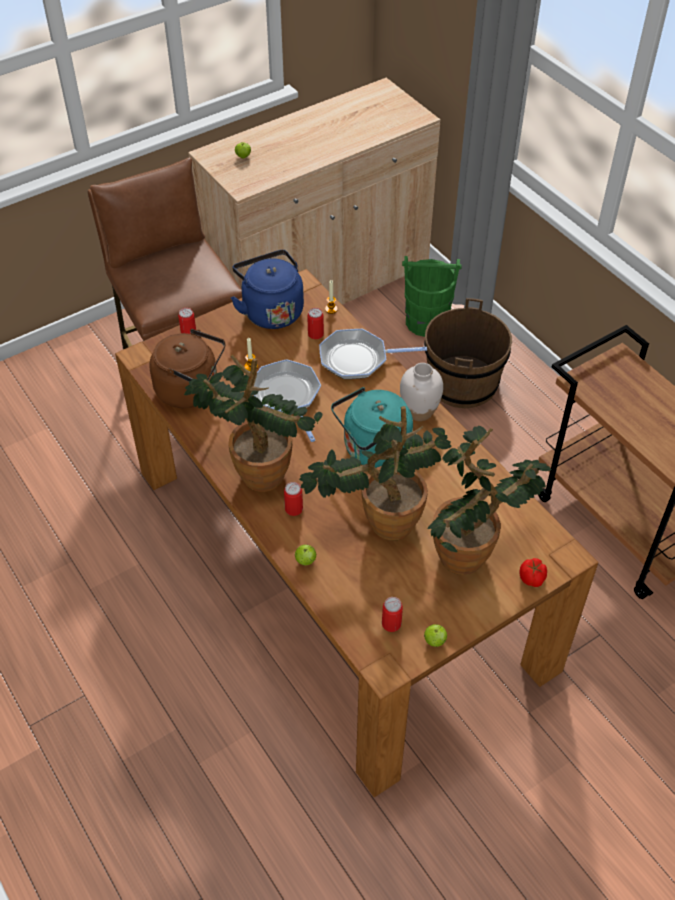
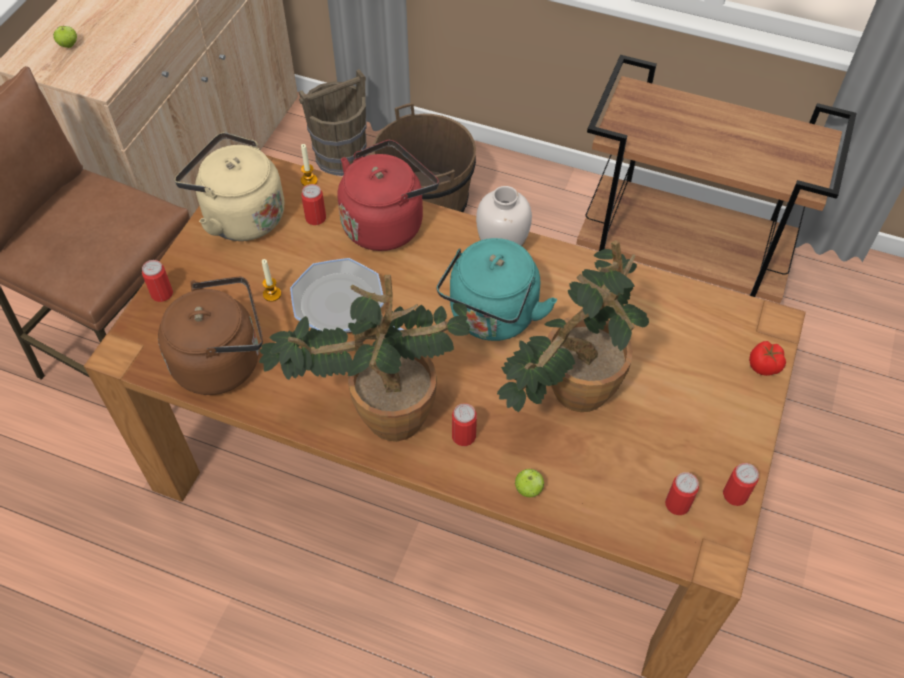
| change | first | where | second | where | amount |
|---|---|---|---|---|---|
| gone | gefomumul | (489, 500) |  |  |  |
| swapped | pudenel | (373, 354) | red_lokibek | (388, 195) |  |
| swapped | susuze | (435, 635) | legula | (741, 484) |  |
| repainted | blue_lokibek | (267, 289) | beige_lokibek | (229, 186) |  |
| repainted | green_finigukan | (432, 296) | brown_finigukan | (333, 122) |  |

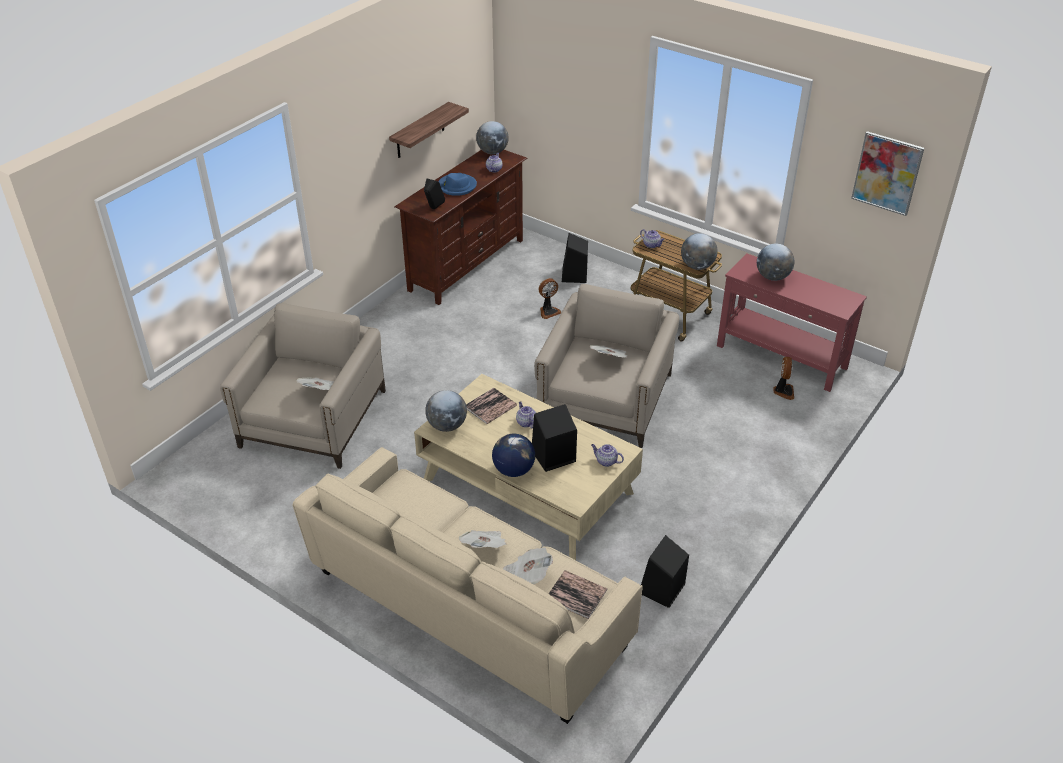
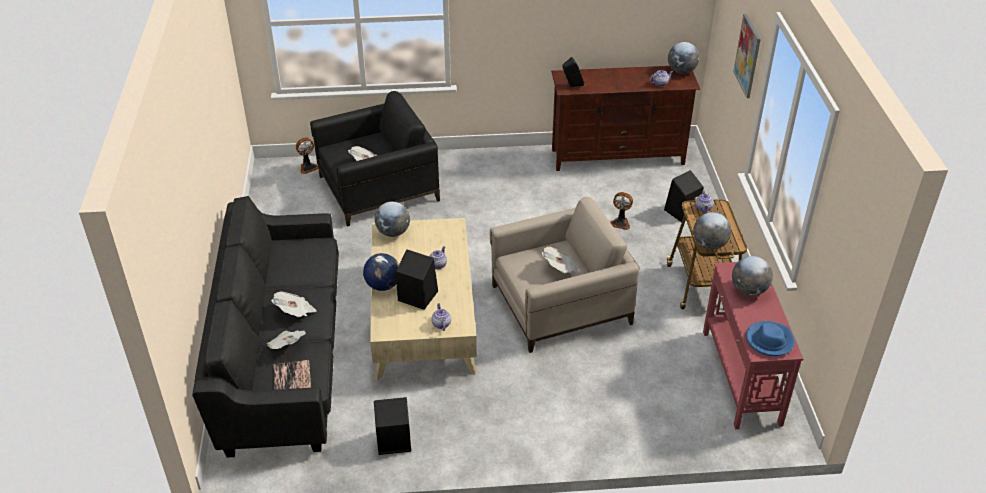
| change | first | where | second | where | amount |
|---|---|---|---|---|---|
| gone | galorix | (429, 130) |  |  |  |
| gone | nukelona | (491, 406) |  |  |  |
| shifted | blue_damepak | (457, 184) |  | (770, 338) |  |
| shifted | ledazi | (783, 378) |  | (307, 155) |  |
| shifted | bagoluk | (887, 173) |  | (747, 56) |  |
| repainted | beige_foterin | (303, 386) | black_foterin | (375, 159) |  |
| repainted | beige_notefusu | (467, 585) | black_notefusu | (265, 327) |  |

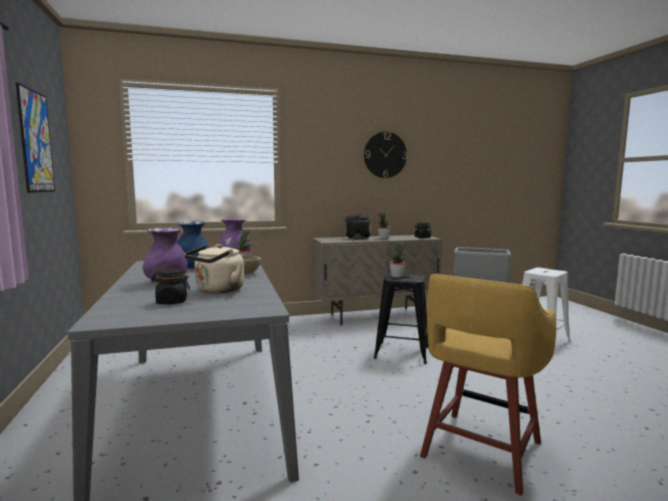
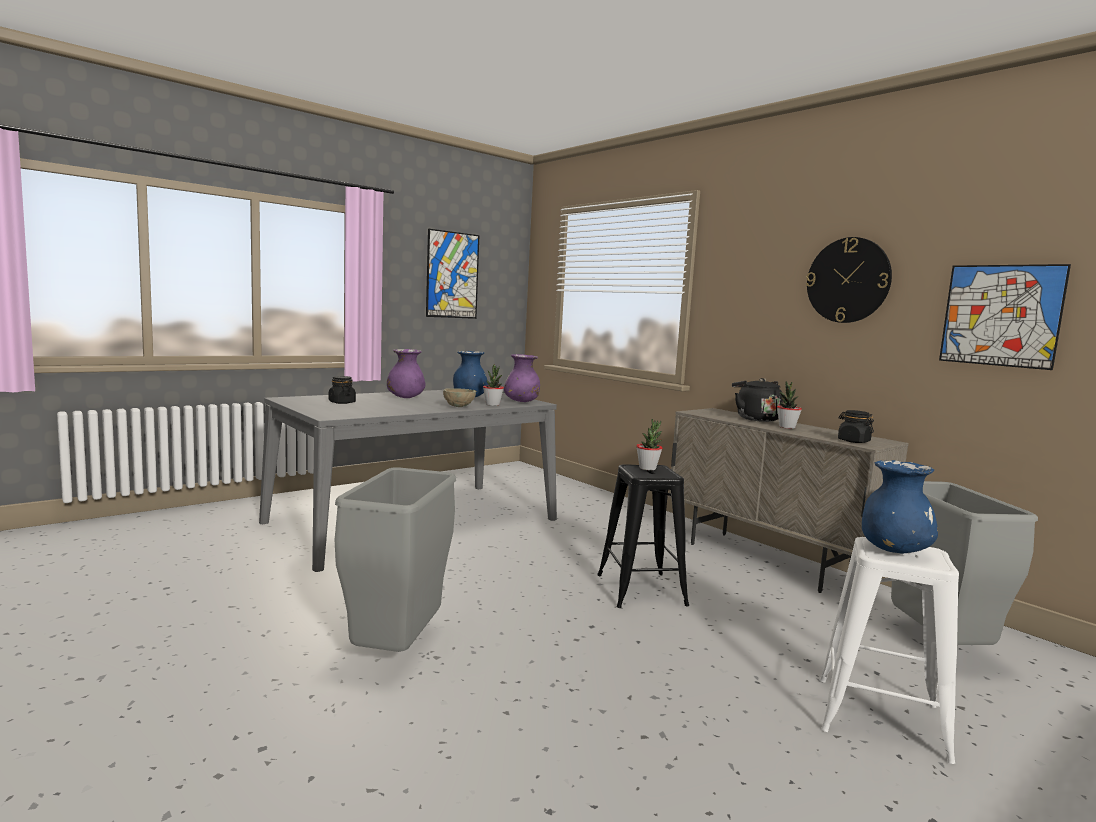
| change | first | where | second | where | amount |
|---|---|---|---|---|---|
| gone | beige_lokibek | (214, 269) |  |  |  |
| new |  |  | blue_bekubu | (900, 506) |  |
| new |  |  | bagoluk | (1005, 317) |  |
| swapped | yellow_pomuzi | (488, 384) | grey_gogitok | (395, 559) |  |

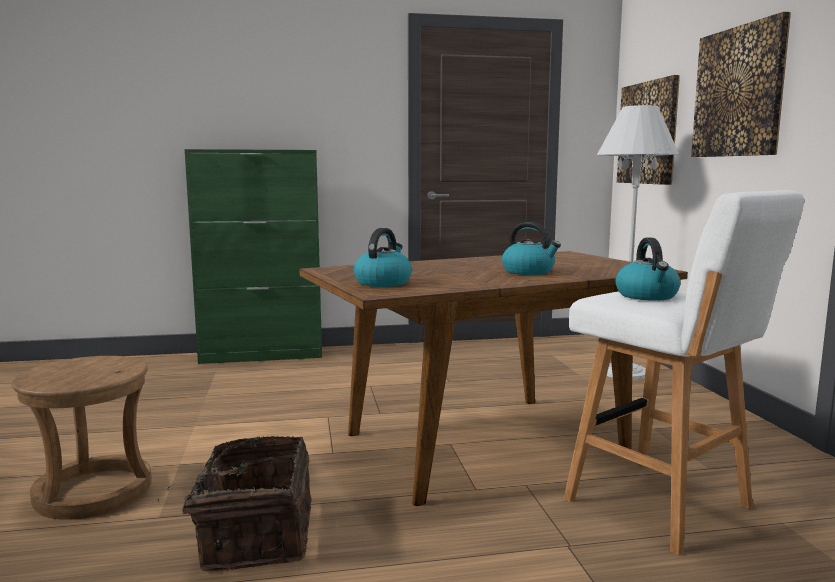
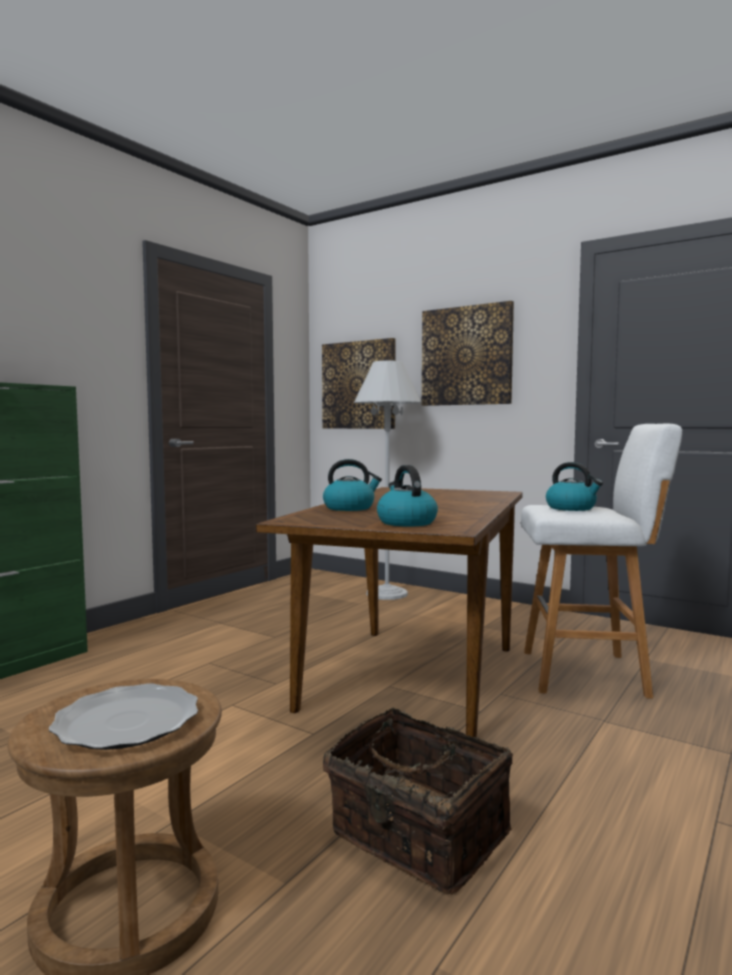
| change | first | where | second | where | amount |
|---|---|---|---|---|---|
| new |  |  | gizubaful | (123, 717) |  |
| shifted | lokibek | (531, 248) |  | (352, 485) |  |

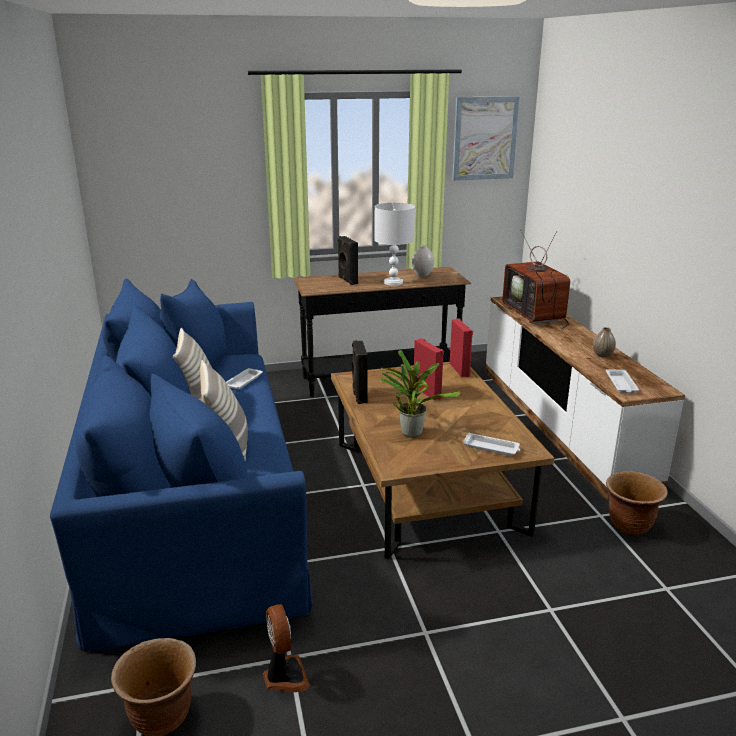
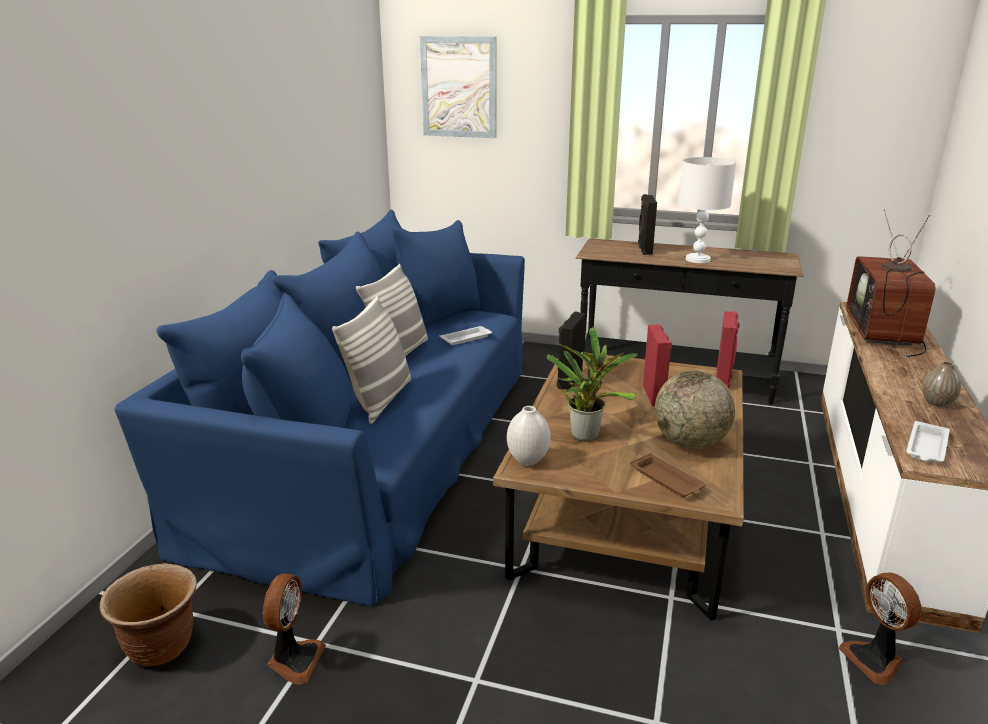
| change | first | where | second | where | amount |
|---|---|---|---|---|---|
| new |  |  | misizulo | (695, 409) |  |
| shifted | white_bekubu | (423, 261) |  | (528, 436) |  |
| shifted | bagoluk | (486, 138) |  | (458, 87) |  |
| swapped | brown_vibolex | (637, 503) | ledazi | (880, 628) |  |
| repainted | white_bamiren | (491, 444) | brown_bamiren | (667, 475) |  |

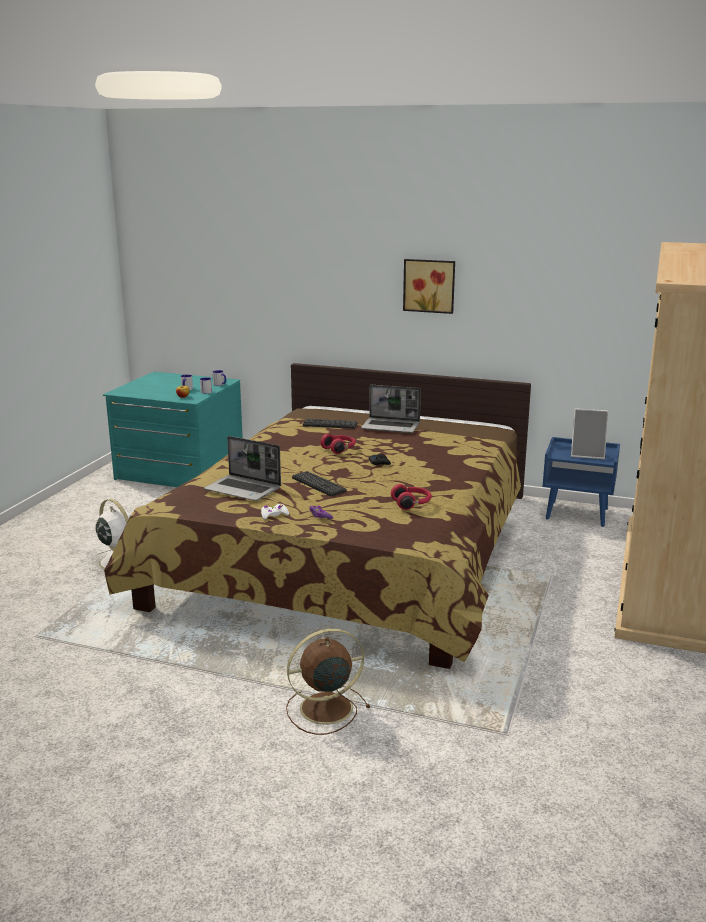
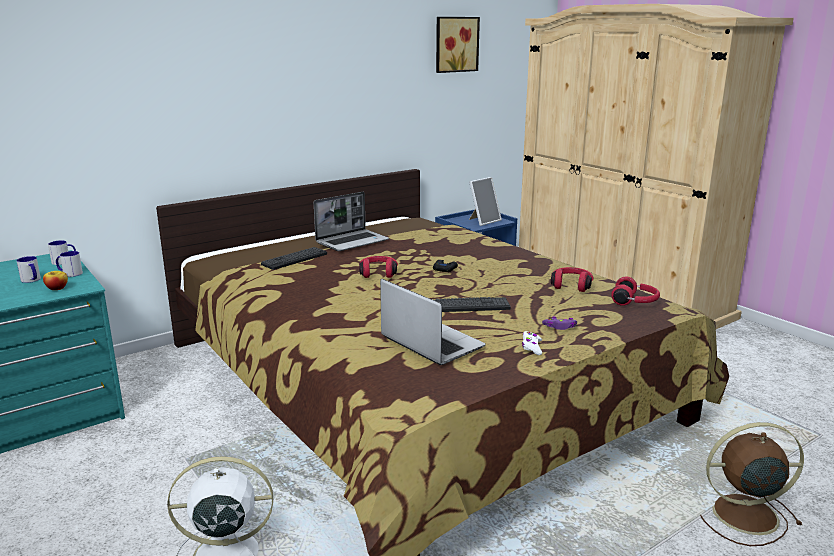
| change | first | where | second | where | amount |
|---|---|---|---|---|---|
| new |  |  | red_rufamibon | (635, 291) |  |
| shifted | bagoluk | (429, 286) |  | (458, 45) |  |
| rotated | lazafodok | (242, 468) |  | (433, 322) | 105 degrees counterclockwise |
| rotated | brown_ledazi | (328, 681) |  | (752, 484) | 75 degrees clockwise |

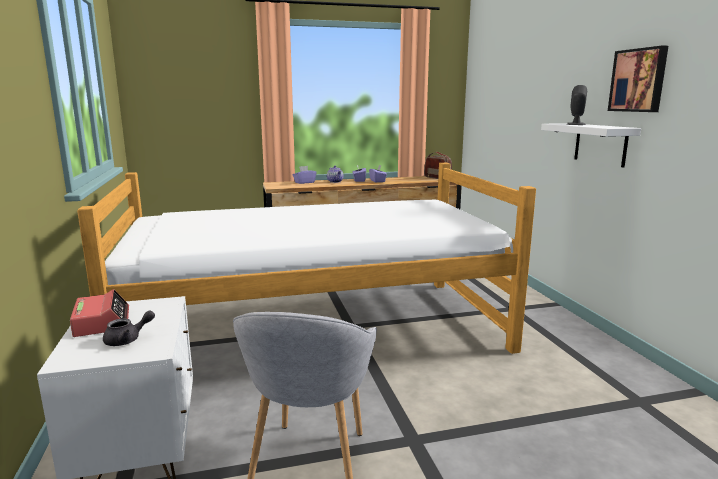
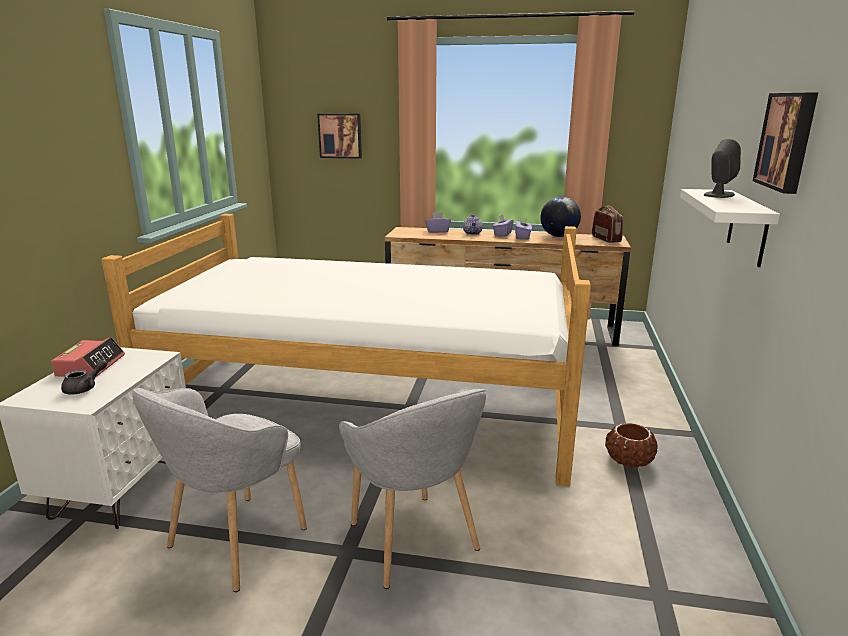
| change | first | where | second | where | amount |
|---|---|---|---|---|---|
| new |  |  | bagoluk | (339, 136) |  |
| new |  |  | grey_foterin | (412, 489) |  |
| new |  |  | misizulo | (560, 217) |  |
| new |  |  | brown_vibolex | (631, 445) |  |
| rotated | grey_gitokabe | (129, 328) |  | (84, 377) | 45 degrees counterclockwise |

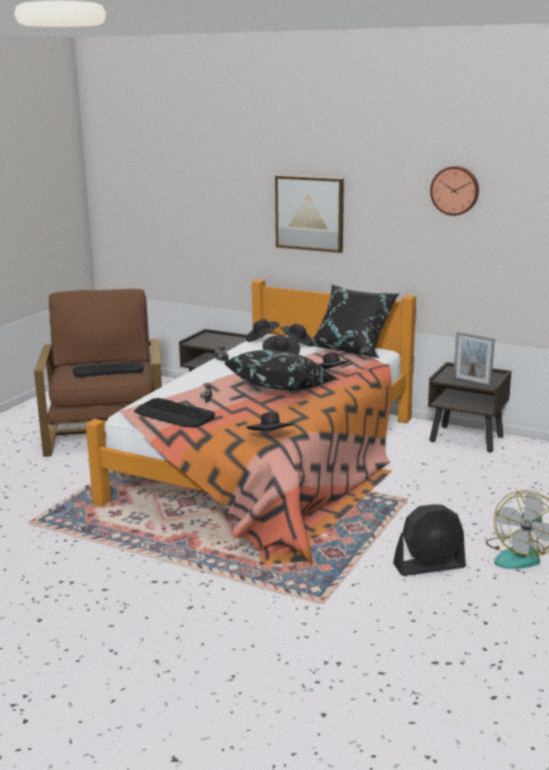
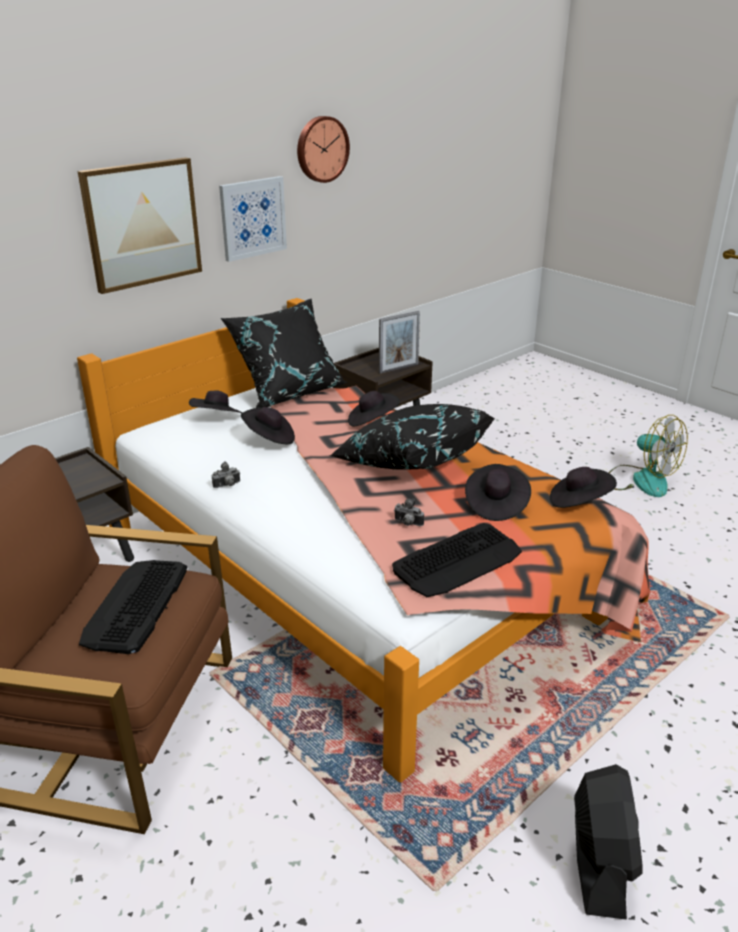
| change | first | where | second | where | amount |
|---|---|---|---|---|---|
| new |  |  | bagoluk | (253, 219) |  |
| shifted | black_damepak | (263, 330) |  | (498, 492) |  |
| shifted | black_ledazi | (429, 540) |  | (608, 842) |  |

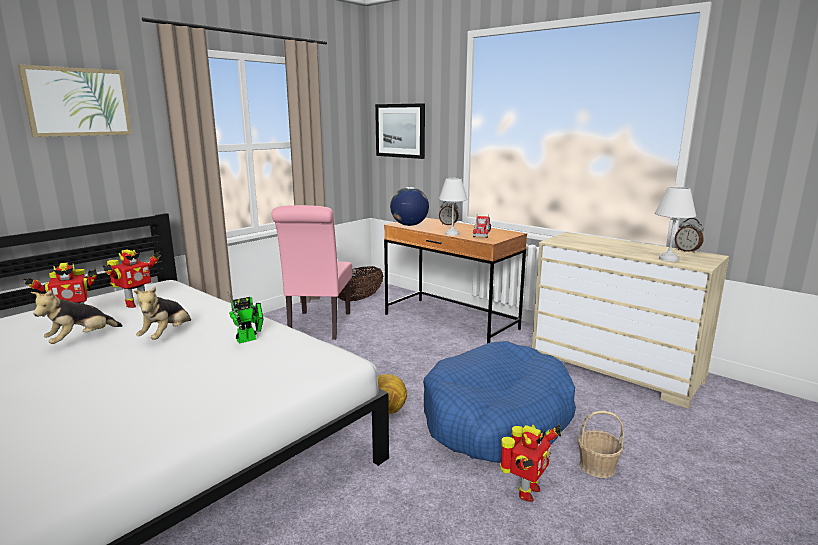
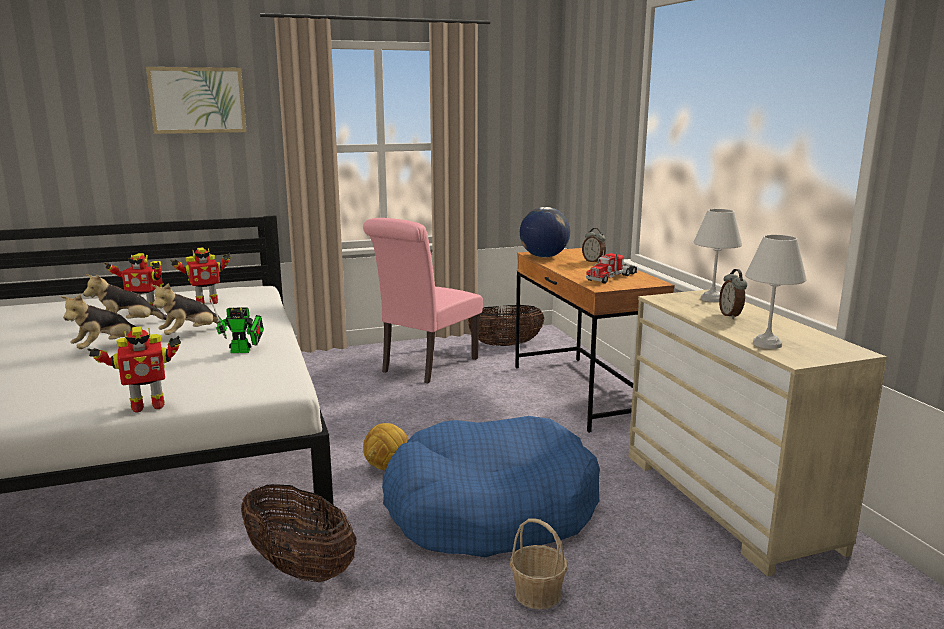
| change | first | where | second | where | amount |
|---|---|---|---|---|---|
| gone | bagoluk | (400, 131) |  |  |  |
| new |  |  | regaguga | (98, 321) |  |
| new |  |  | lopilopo | (299, 533) |  |
| shifted | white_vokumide | (453, 207) |  | (718, 255) |  |
| shifted | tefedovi | (530, 463) |  | (134, 369) |  |
| shifted | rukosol | (689, 235) |  | (733, 294) |  |

